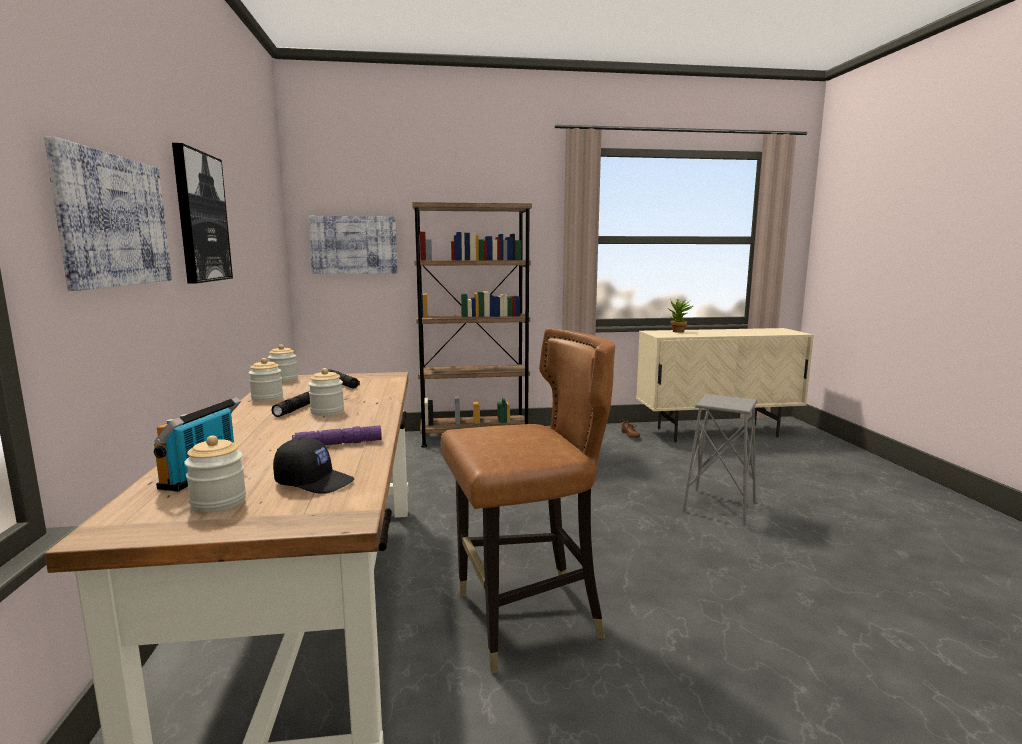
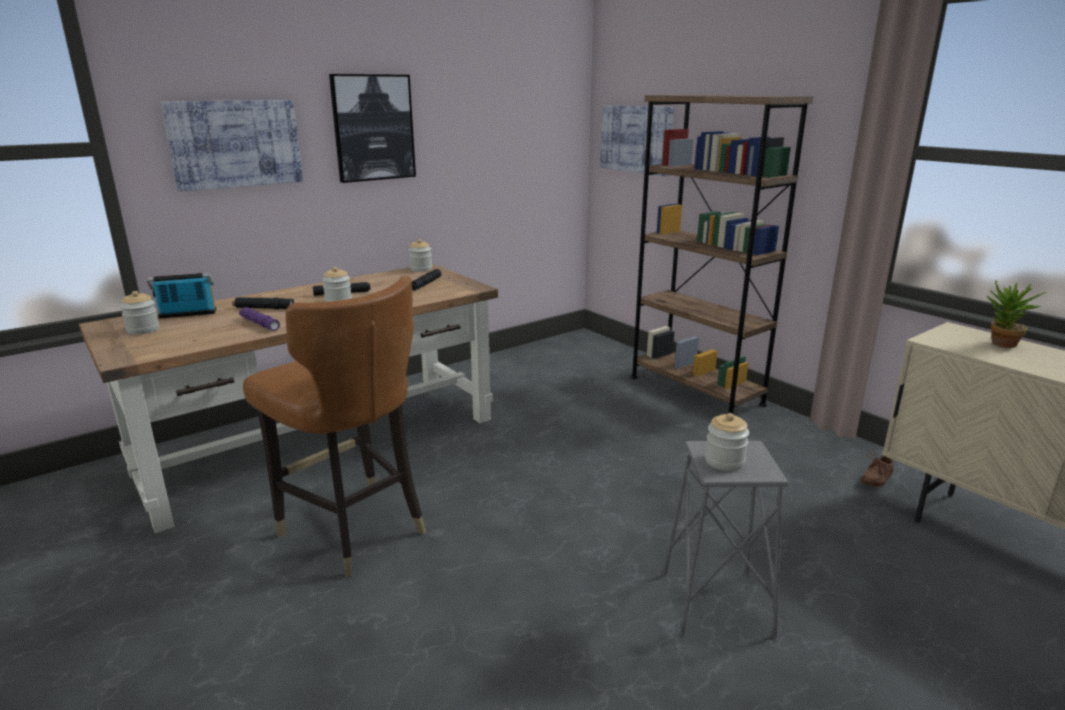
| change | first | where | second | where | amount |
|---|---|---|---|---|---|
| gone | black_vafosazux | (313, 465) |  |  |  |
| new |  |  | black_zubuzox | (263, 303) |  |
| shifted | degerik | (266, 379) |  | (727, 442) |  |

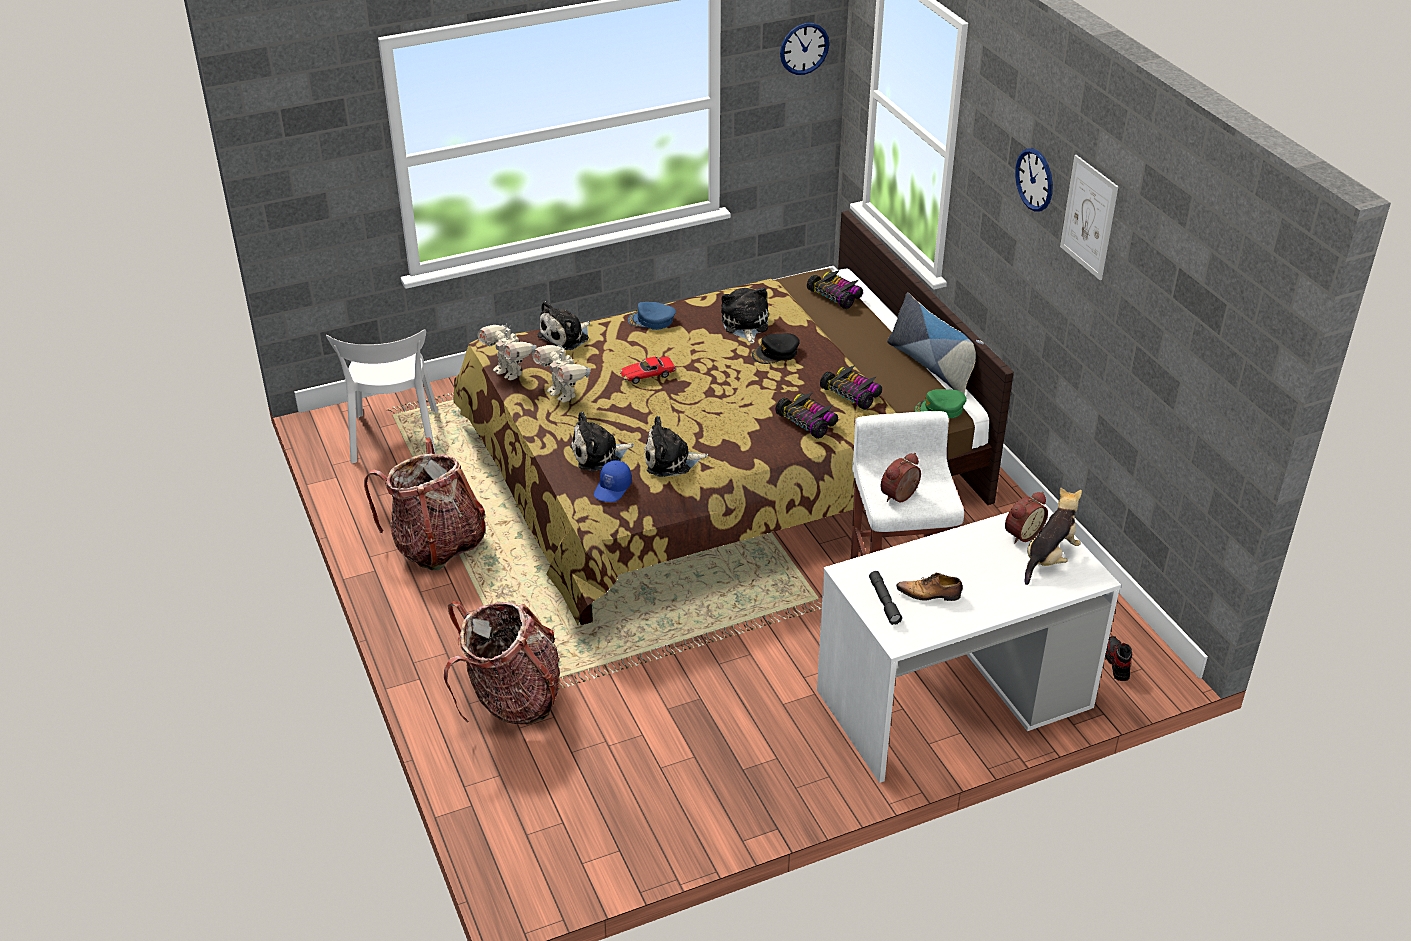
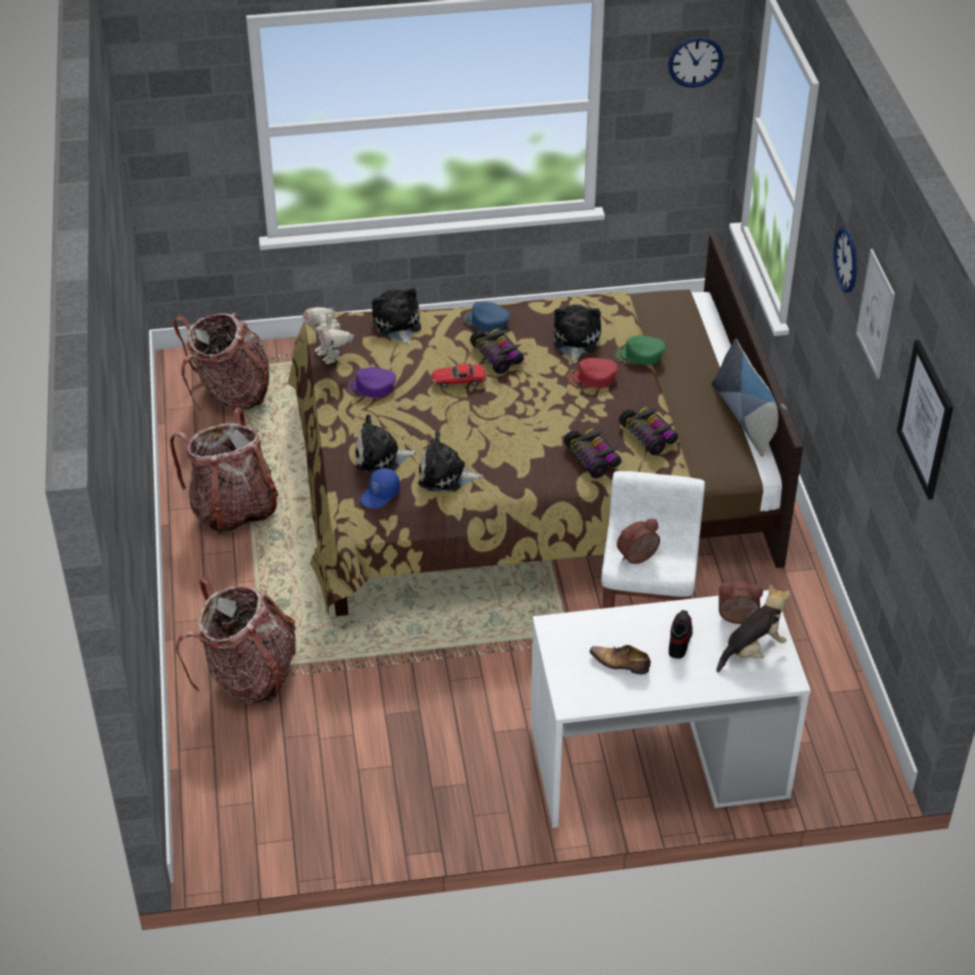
| change | first | where | second | where | amount |
|---|---|---|---|---|---|
| gone | grey_zubuzox | (885, 598) |  |  |  |
| new |  |  | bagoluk | (925, 420) |  |
| shifted | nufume | (835, 289) |  | (497, 351) |  |
| shifted | green_vafosazux | (941, 403) |  | (640, 350) |  |
| shifted | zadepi | (1118, 658) |  | (681, 634) |  |
| swapped | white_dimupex | (382, 396) | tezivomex | (221, 362) |  |
| swapped | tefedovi | (561, 373) | purple_vafosazux | (371, 382) |  |
| repainted | black_vafosazux | (776, 348) | red_vafosazux | (593, 373) |  |
| rotated | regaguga | (563, 325) |  | (396, 316) | 105 degrees clockwise |
| rotated | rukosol | (1026, 518) |  | (741, 603) | 150 degrees counterclockwise |

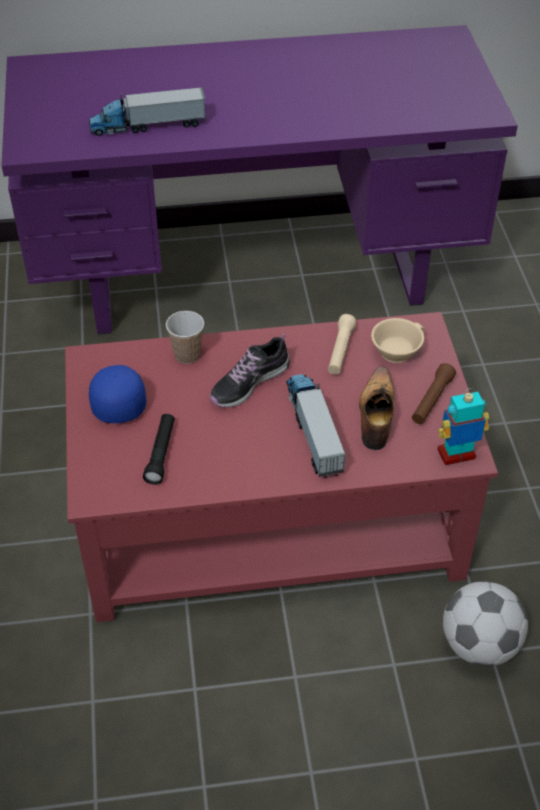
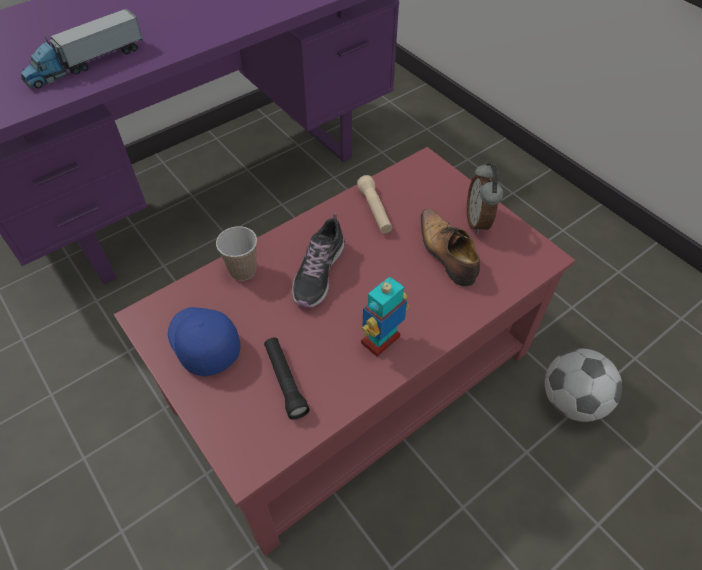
| change | first | where | second | where | amount |
|---|---|---|---|---|---|
| gone | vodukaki | (316, 426) |  |  |  |
| gone | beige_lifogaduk | (398, 340) |  |  |  |
| shifted | tefedovi | (463, 426) |  | (385, 316) |  |
| swapped | brown_zubuzox | (434, 393) | rukosol | (485, 198) |  |

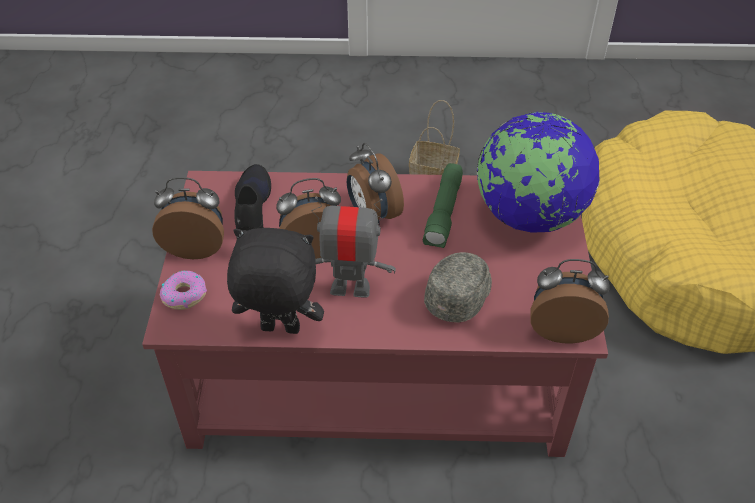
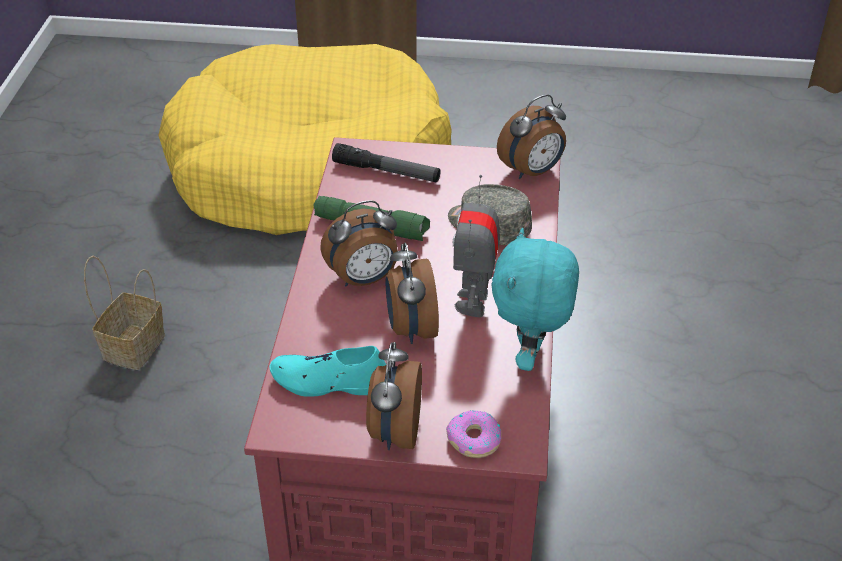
| change | first | where | second | where | amount |
|---|---|---|---|---|---|
| swapped | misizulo | (538, 172) | zubuzox | (386, 162) |  |
| repainted | black_regaguga | (275, 281) | turquoise_regaguga | (535, 299) |  |
| repainted | black_zadepi | (252, 197) | turquoise_zadepi | (327, 371) |  |
| rotated | rukosol | (570, 301) |  | (531, 136) | 135 degrees counterclockwise |

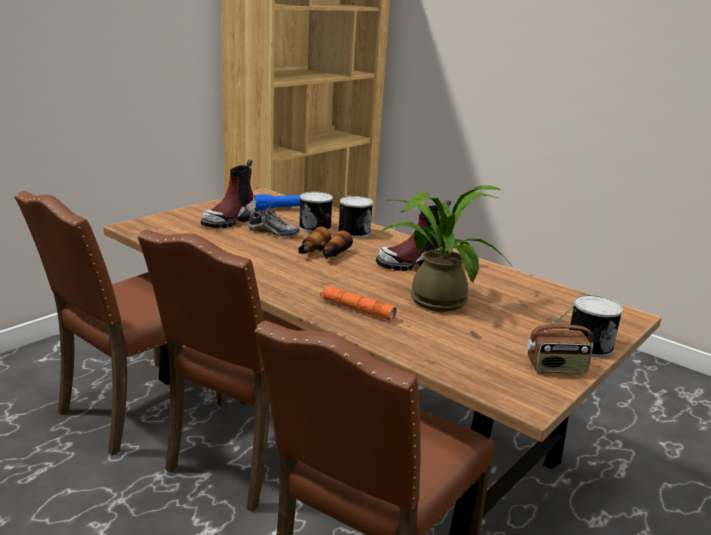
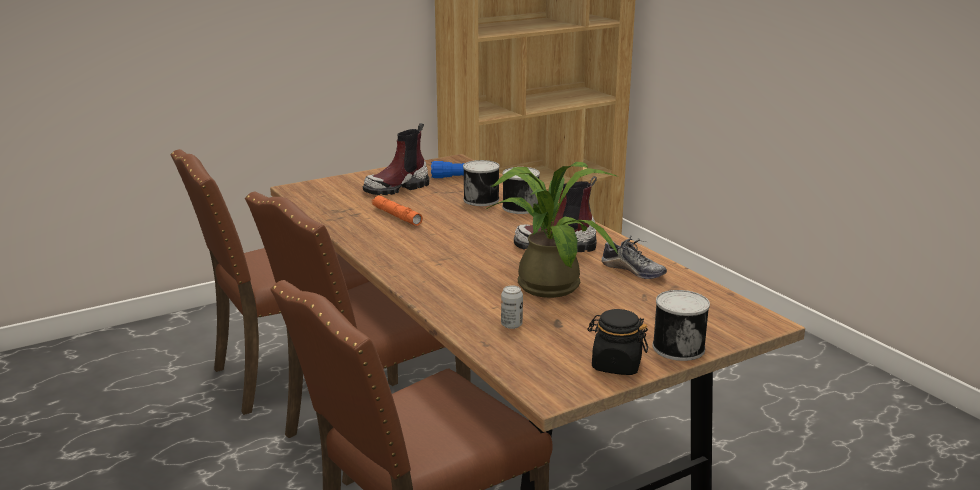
| change | first | where | second | where | amount |
|---|---|---|---|---|---|
| gone | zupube | (326, 242) |  |  |  |
| new |  |  | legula | (512, 307) |  |
| shifted | zadepi | (274, 221) |  | (634, 257) |  |
| shifted | orange_zubuzox | (358, 303) |  | (397, 211) |  |
| swapped | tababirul | (560, 339) | black_degerik | (617, 342) |  |

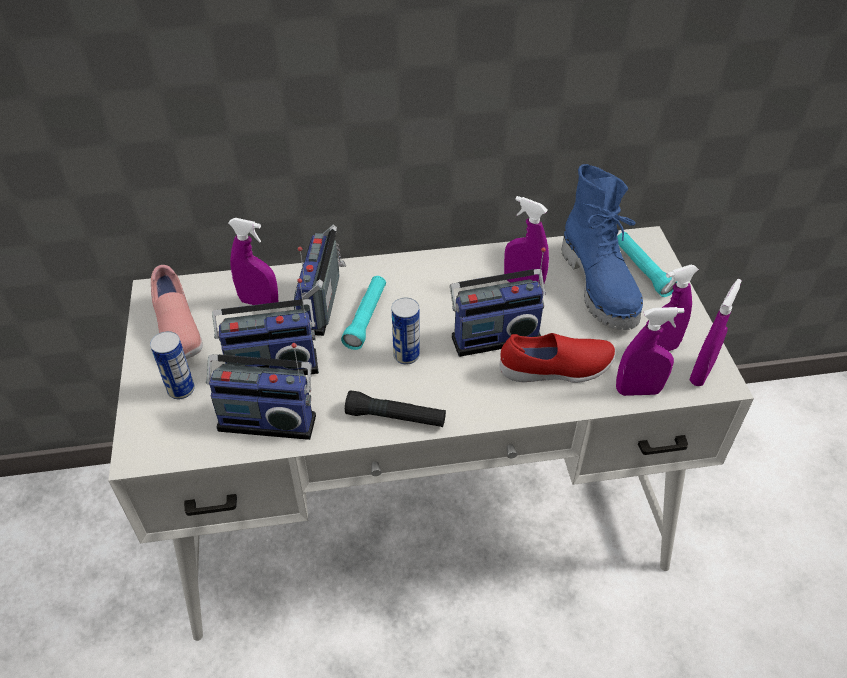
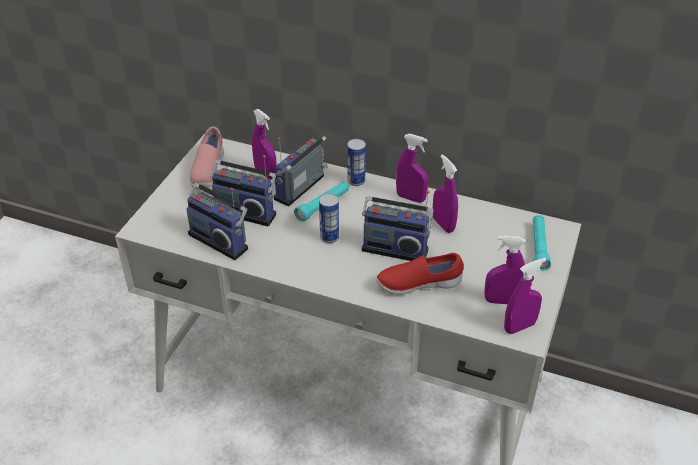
| change | first | where | second | where | amount |
|---|---|---|---|---|---|
| gone | black_zubuzox | (395, 408) |  |  |  |
| gone | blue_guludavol | (602, 247) |  |  |  |
| shifted | legula | (172, 365) |  | (357, 162) |  |
| shifted | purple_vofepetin | (650, 351) |  | (412, 168) |  |
| rotated | red_zadepi | (558, 358) |  | (420, 274) | 150 degrees clockwise |

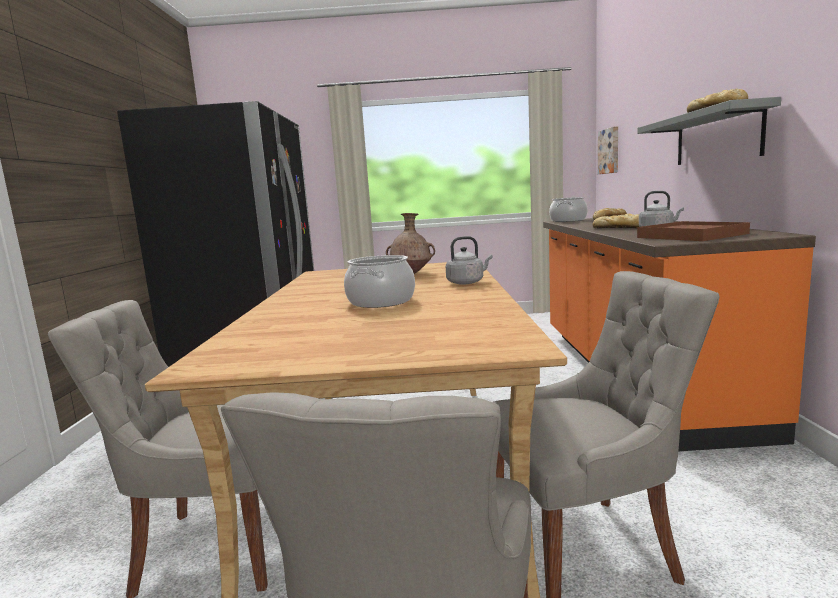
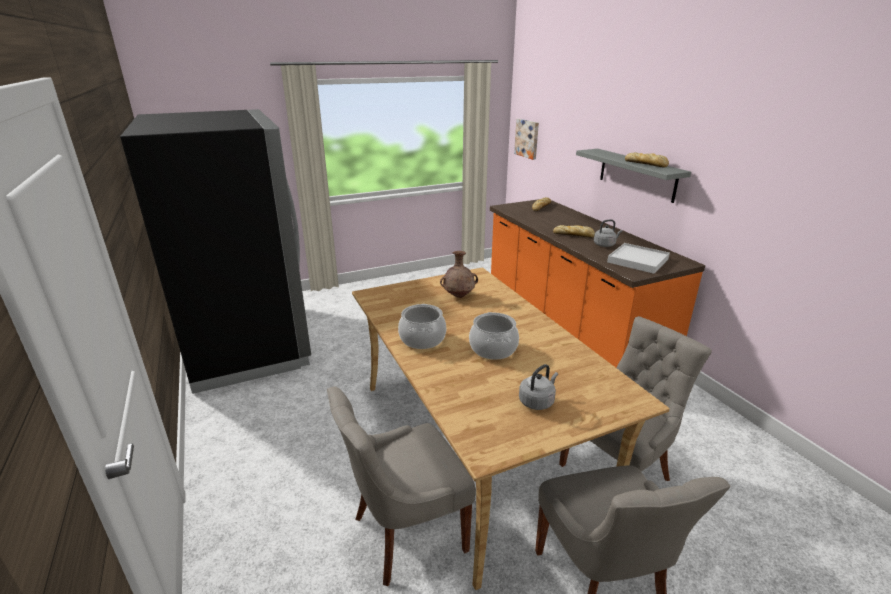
| change | first | where | second | where | amount |
|---|---|---|---|---|---|
| shifted | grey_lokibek | (469, 260) |  | (538, 387) |  |
| shifted | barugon | (568, 209) |  | (422, 326) |  |
| repainted | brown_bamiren | (693, 231) | white_bamiren | (638, 258) |  |

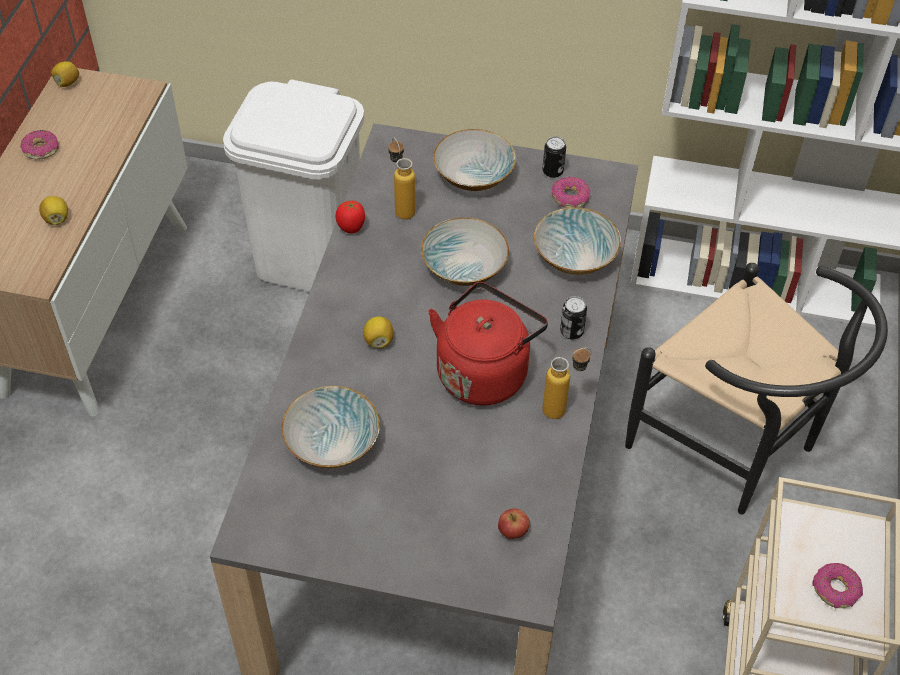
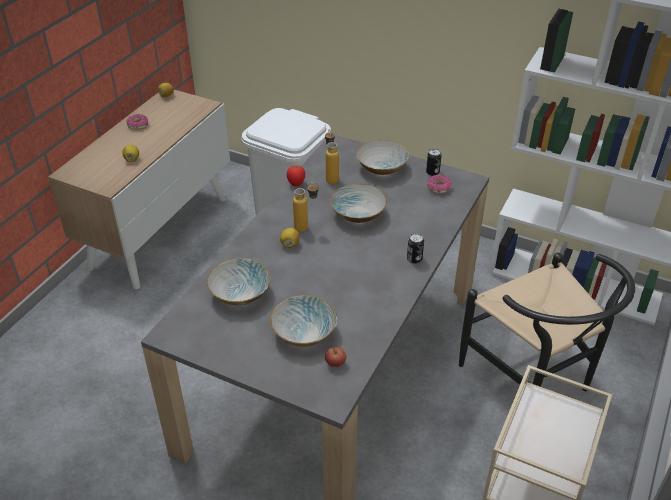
| change | first | where | second | where | amount |
|---|---|---|---|---|---|
| gone | red_lokibek | (488, 344) |  |  |  |
| gone | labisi | (837, 586) |  |  |  |
| shifted | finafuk | (577, 241) |  | (303, 321) |  |
| shifted | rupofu | (567, 383) |  | (306, 207) |  |

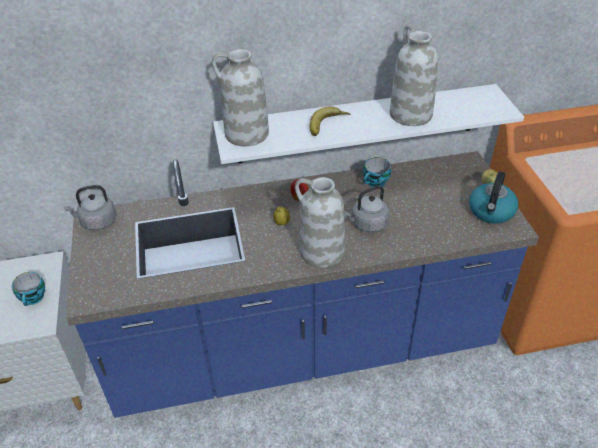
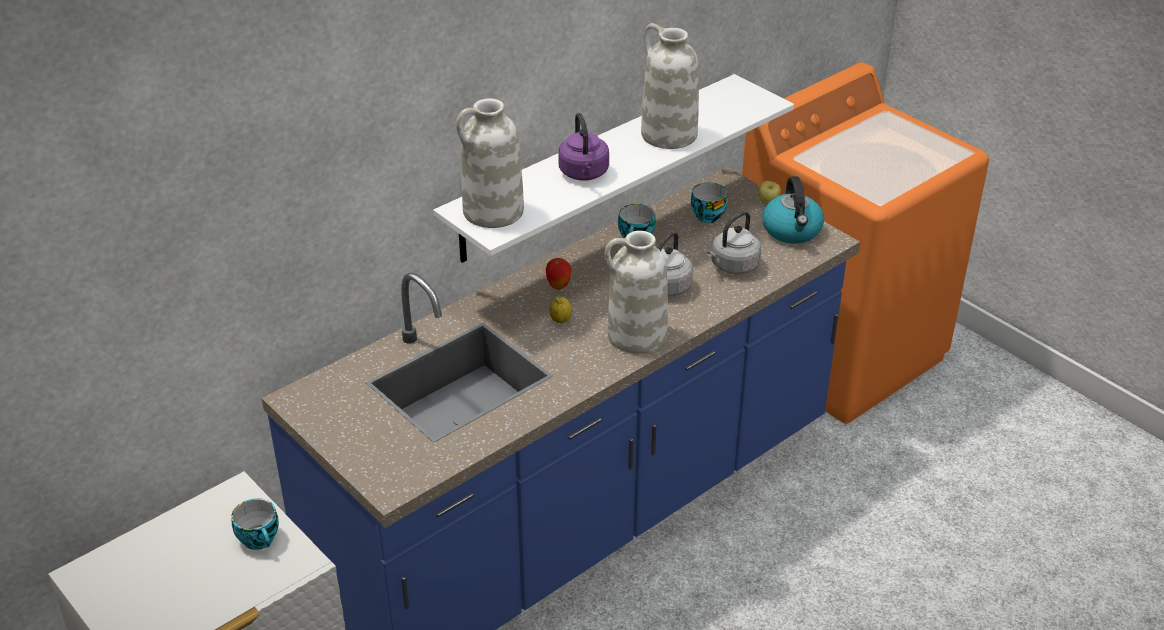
| change | first | where | second | where | amount |
|---|---|---|---|---|---|
| new |  |  | lifogaduk | (709, 202) |  |
| shifted | grey_lokibek | (90, 208) |  | (734, 242) |  |
| swapped | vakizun | (330, 121) | purple_lokibek | (583, 147) |  |

